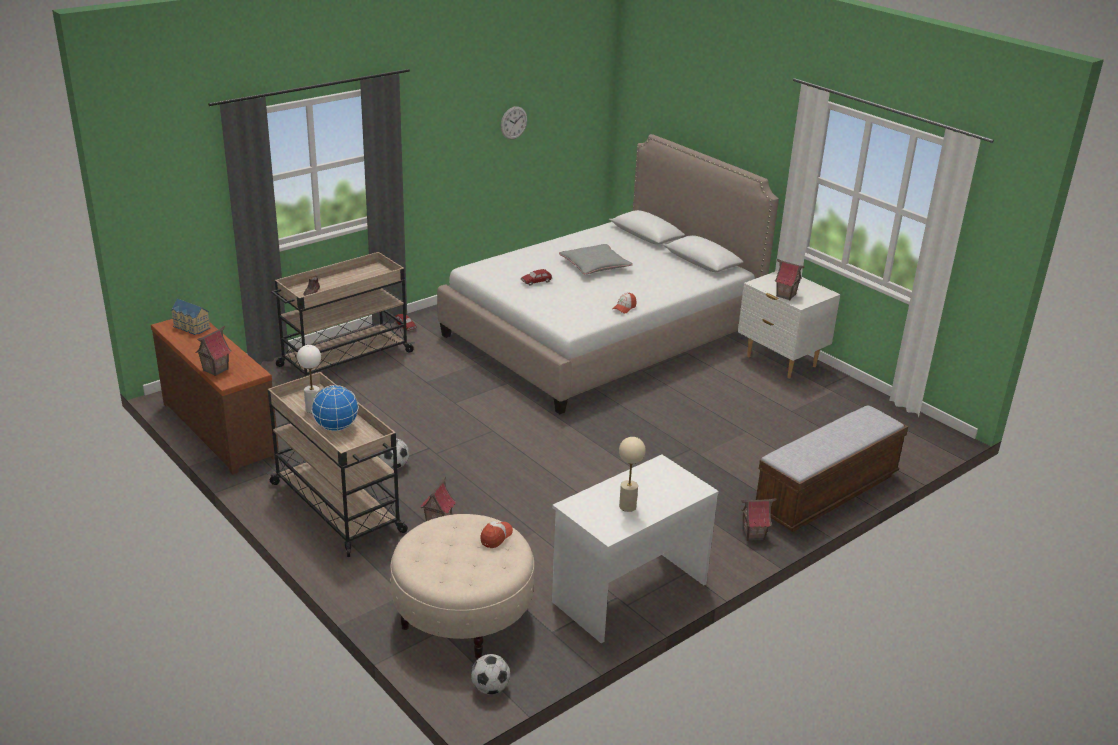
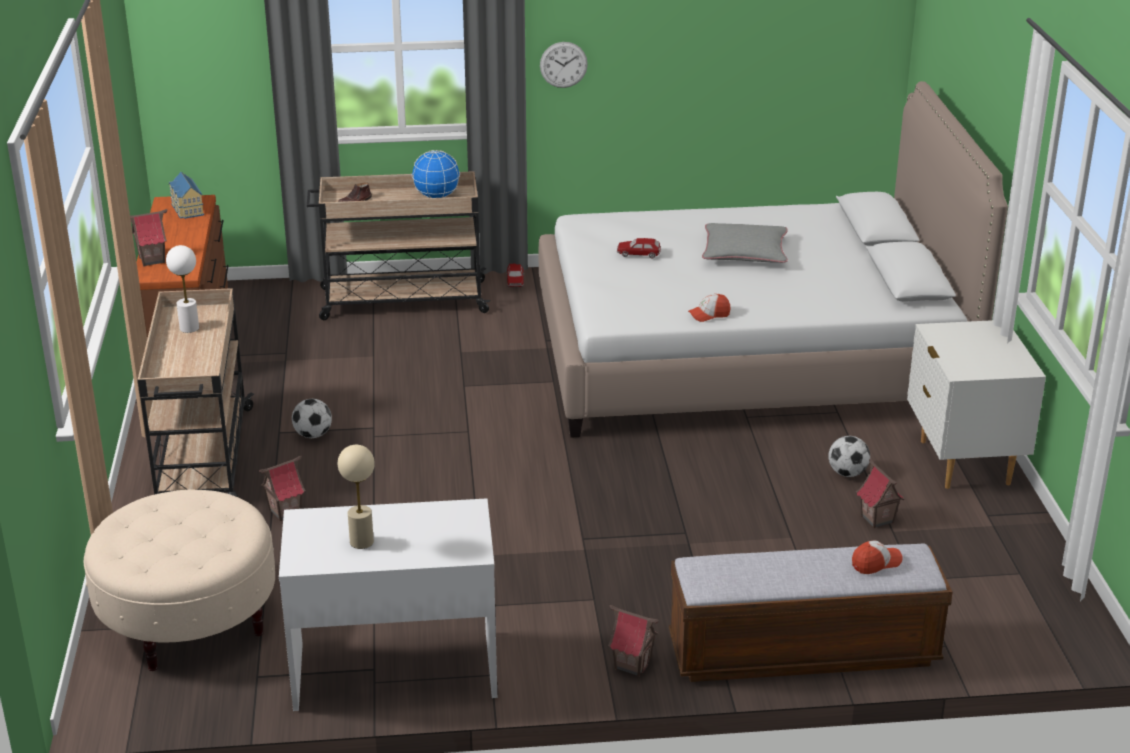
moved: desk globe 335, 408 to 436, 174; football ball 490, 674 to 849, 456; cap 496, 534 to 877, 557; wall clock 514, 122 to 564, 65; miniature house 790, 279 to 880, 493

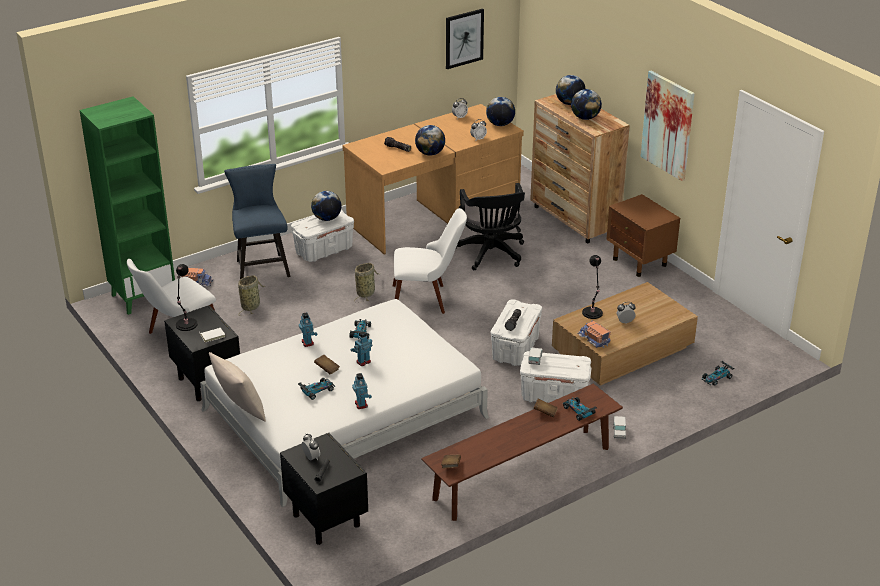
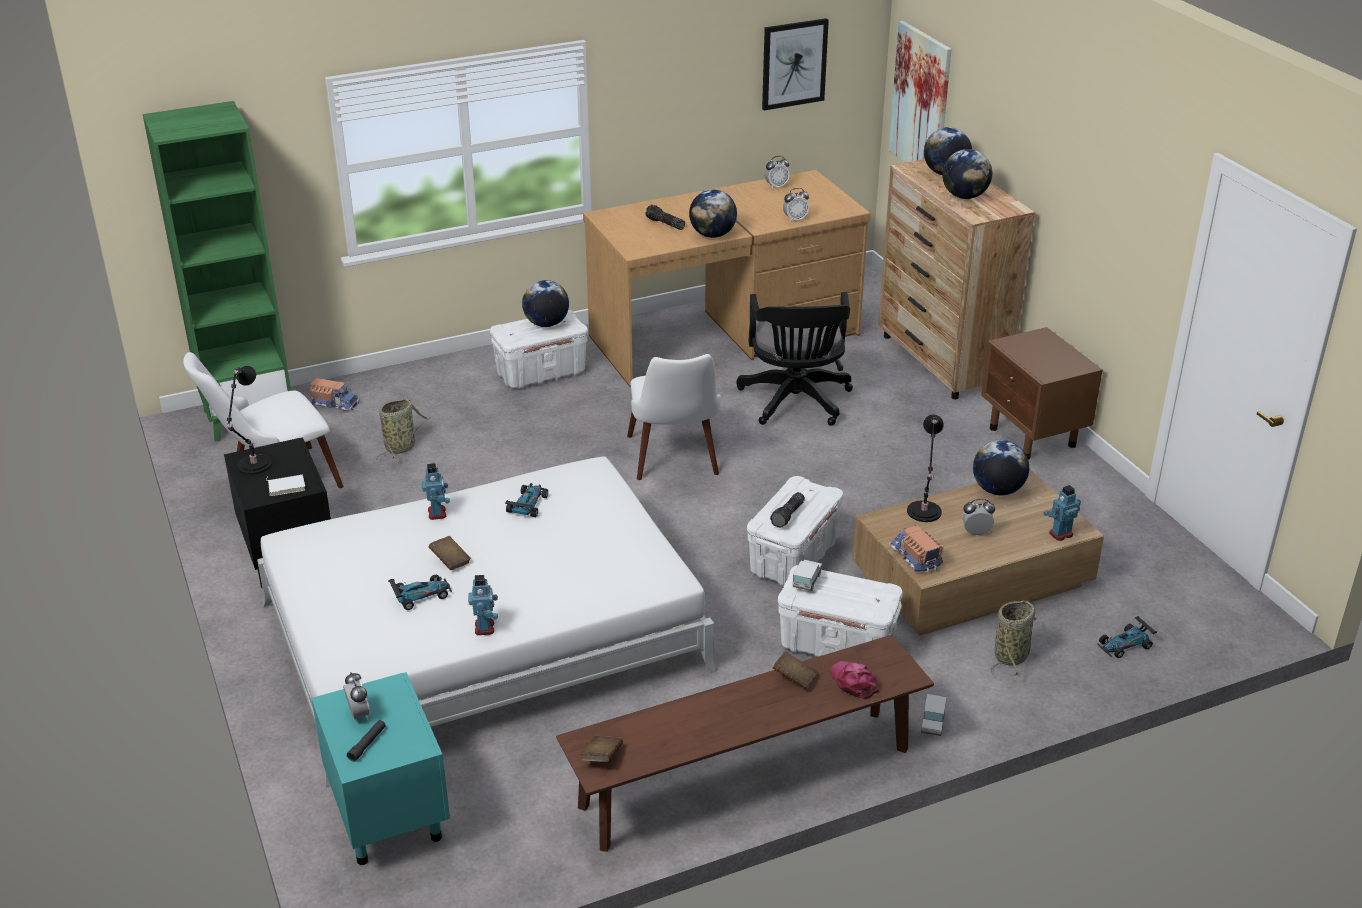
removed: cushion (beige) 237, 387; chair (blue-coloured) 257, 221
moved: model robot 362, 348 to 1062, 513; storage basket 366, 282 to 1014, 638; desk globe 500, 111 to 1001, 467; picture 668, 126 to 920, 92
replaced: model car 580, 409 to cap (pink-coloured) 855, 680
recoloured: bedside table (black) 324, 489 to bedside table (blue-green) 380, 768
turned: chair (whitish) 430, 261 = 674, 417 75 degrees clockwise

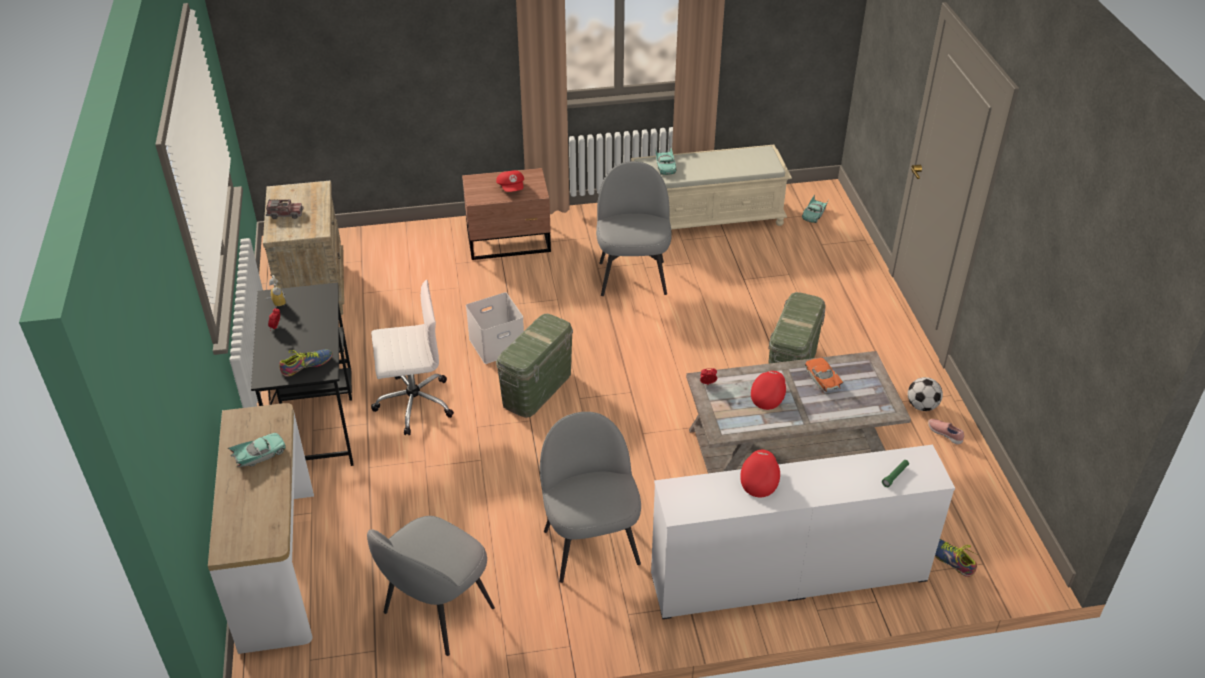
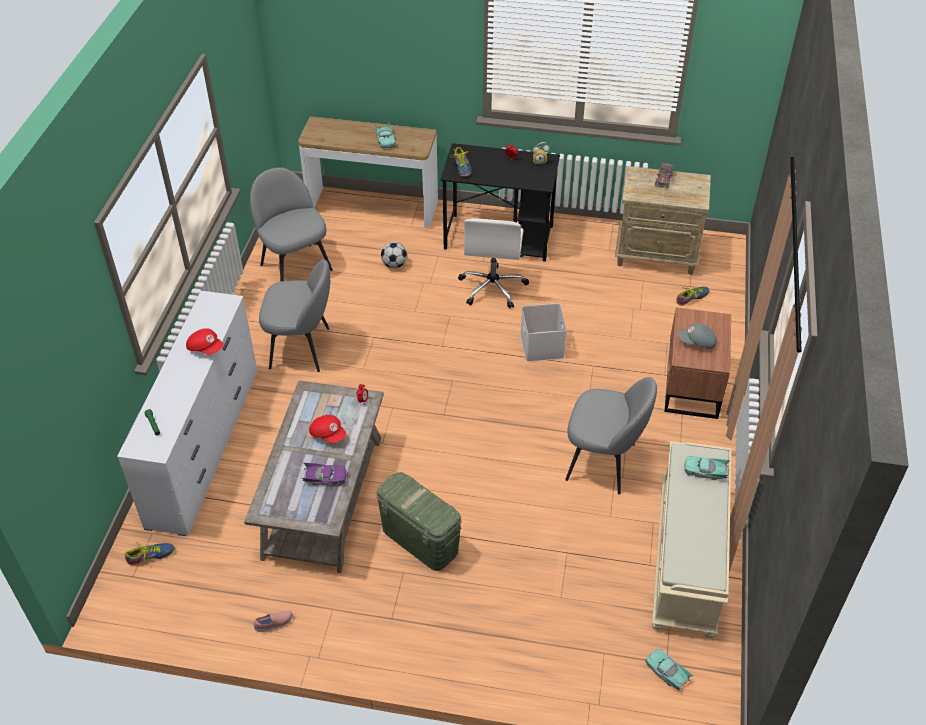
removed: storage container (green) 534, 366
added: item of footwear 693, 296
moved: football ball 925, 394 to 394, 255
recoloured: cap (red-coloured) 510, 181 to cap (grey) 697, 336; model car (orange-coloured) 824, 375 to model car (purple-coloured) 324, 474

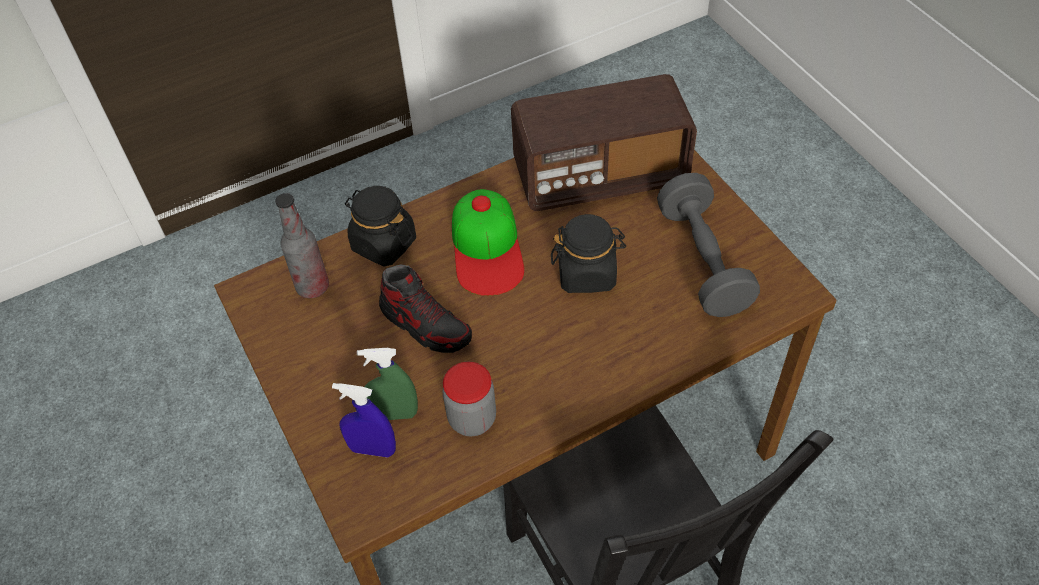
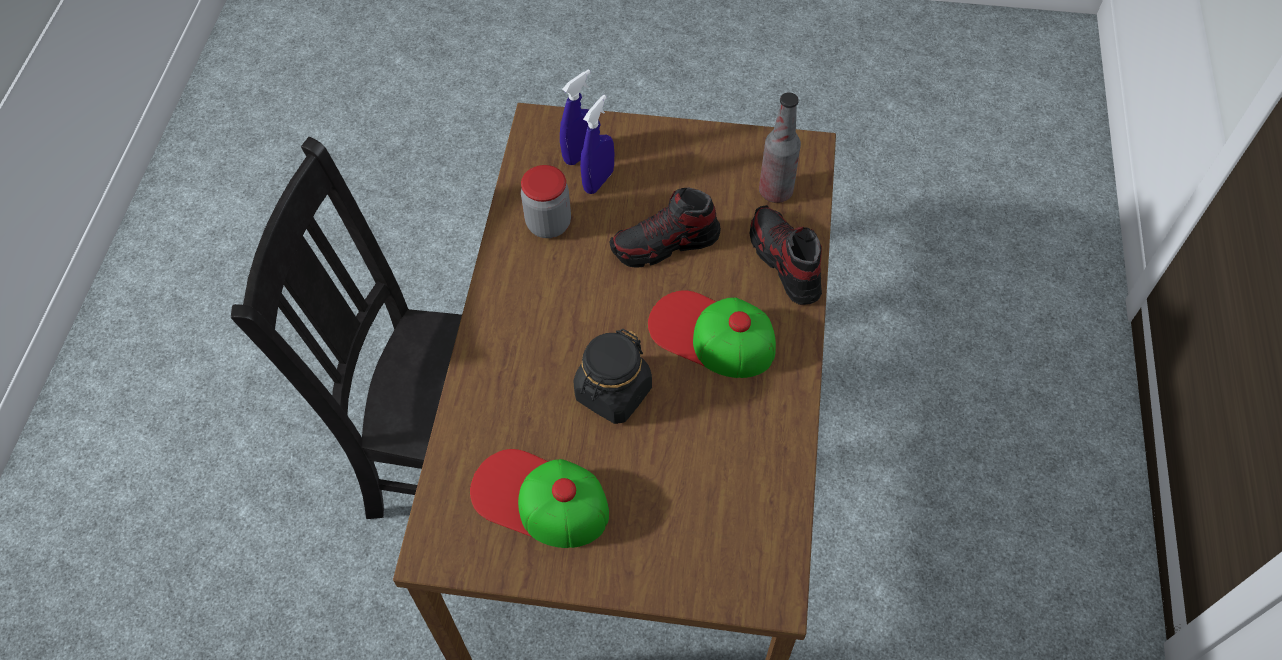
removed: radio set 604, 142
replaced: preserve jar (black) 380, 226 to item of footwear 786, 255; hand weight (grey) 708, 245 to cap 539, 498
recoloured: hand sprayer (green) 387, 384 to hand sprayer (blue-coloured) 597, 144

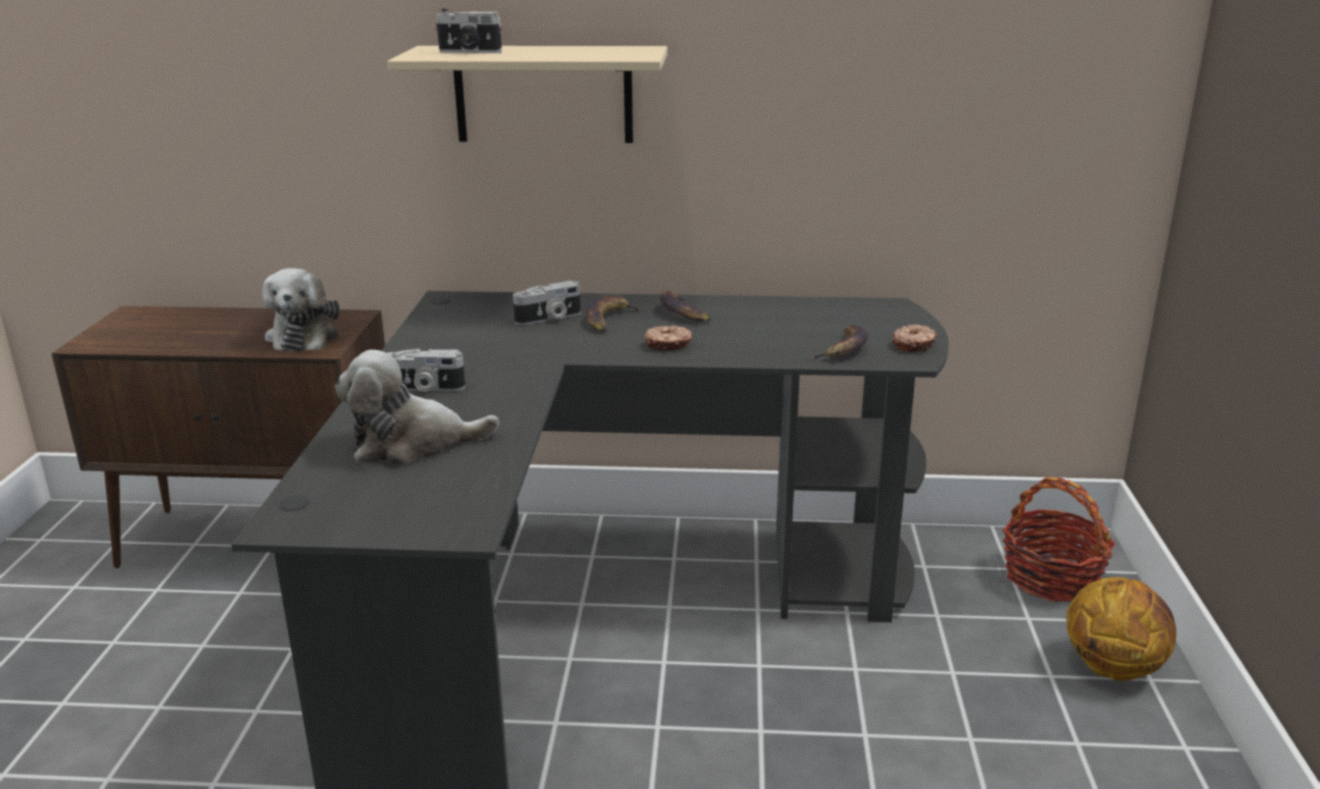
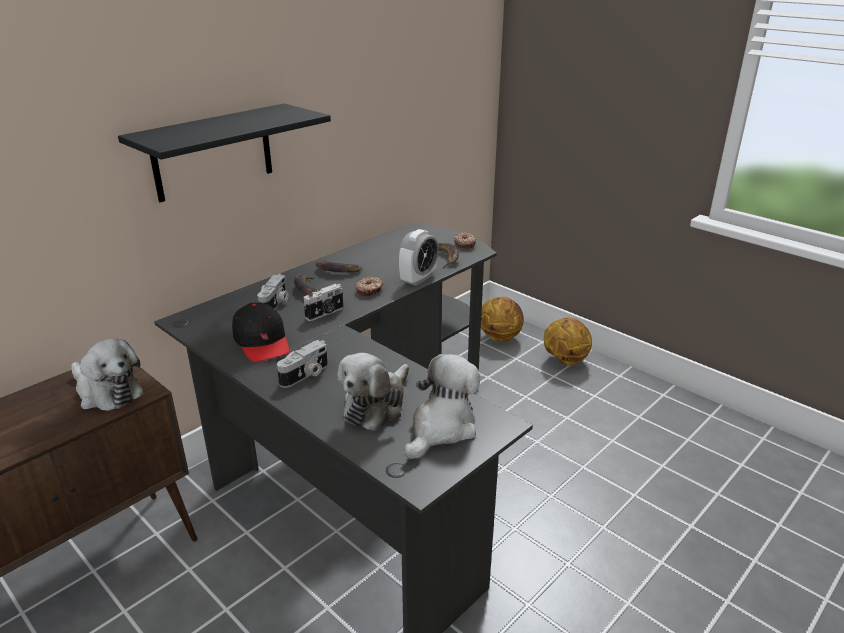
added: cap (black) 260, 332; alarm clock 418, 257; soft toy 442, 406
moved: photo camera 468, 30 to 323, 302
replaced: storage basket 1059, 539 to basketball ball 502, 319
recoloured: shelf (beige) 527, 94 to shelf (black) 224, 152

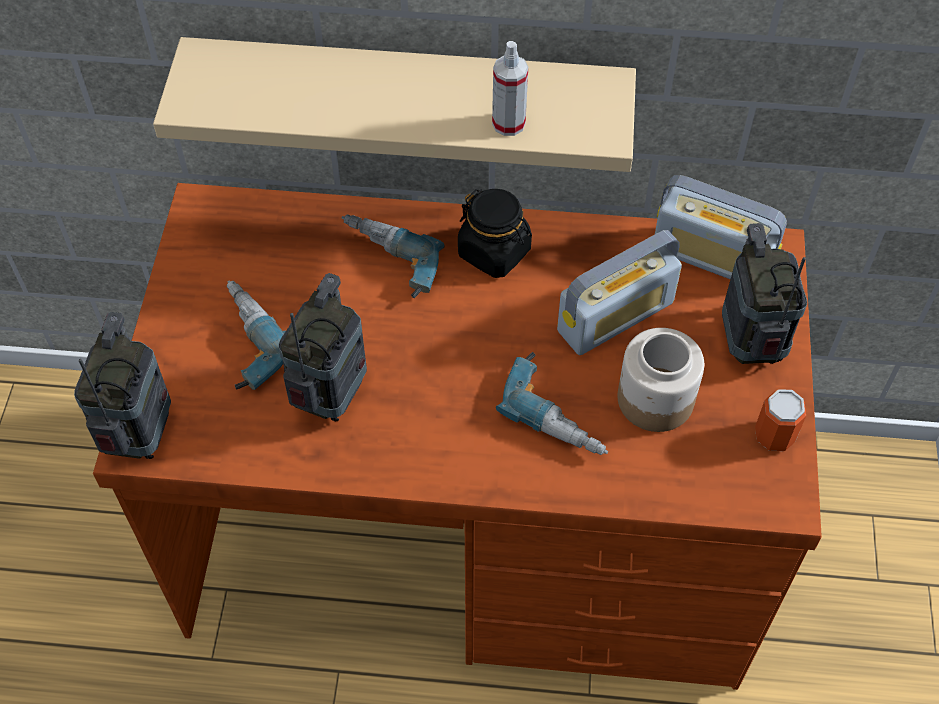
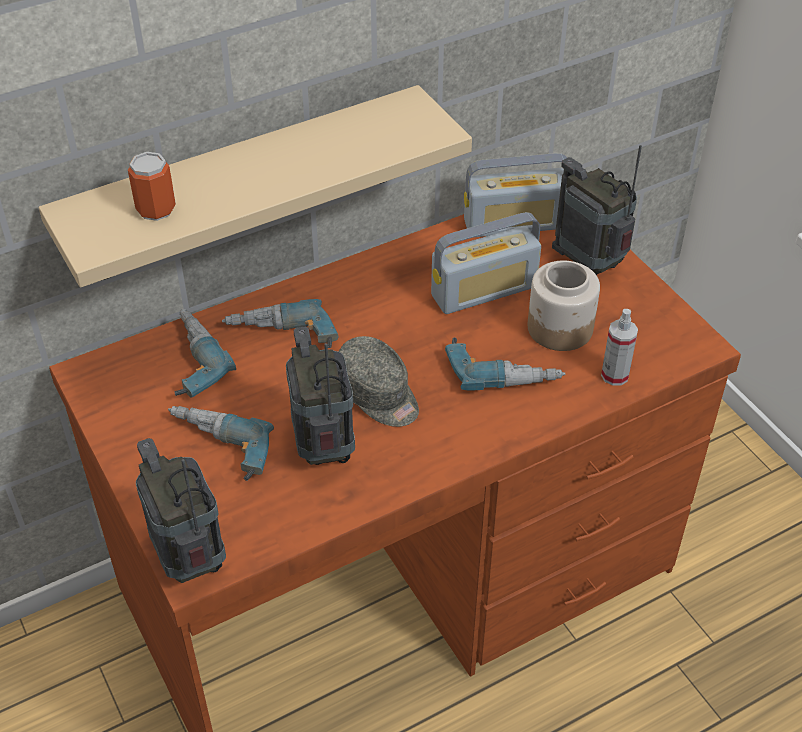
removed: preserve jar (black) 495, 233
added: electric drill 205, 353; cap (grey) 379, 381
moved: hand sprayer 510, 88 to 619, 347; can 780, 420 to 152, 186
turned: radio set 619, 292 = 486, 263 45 degrees clockwise

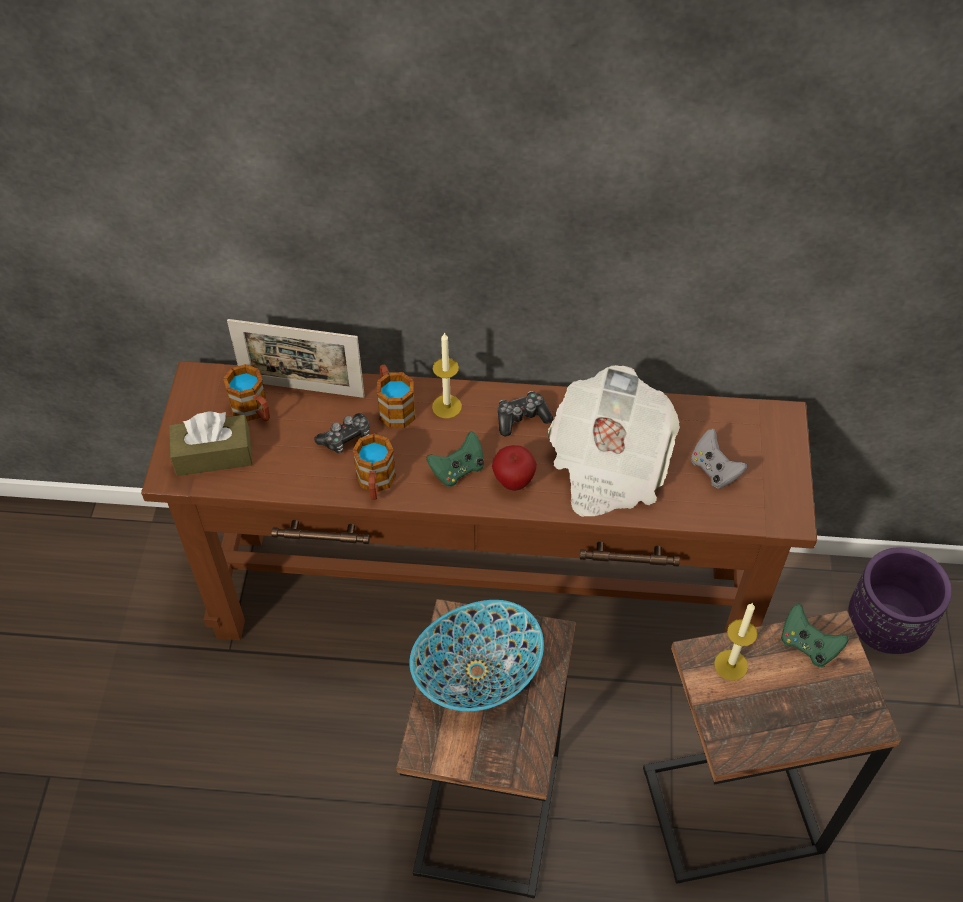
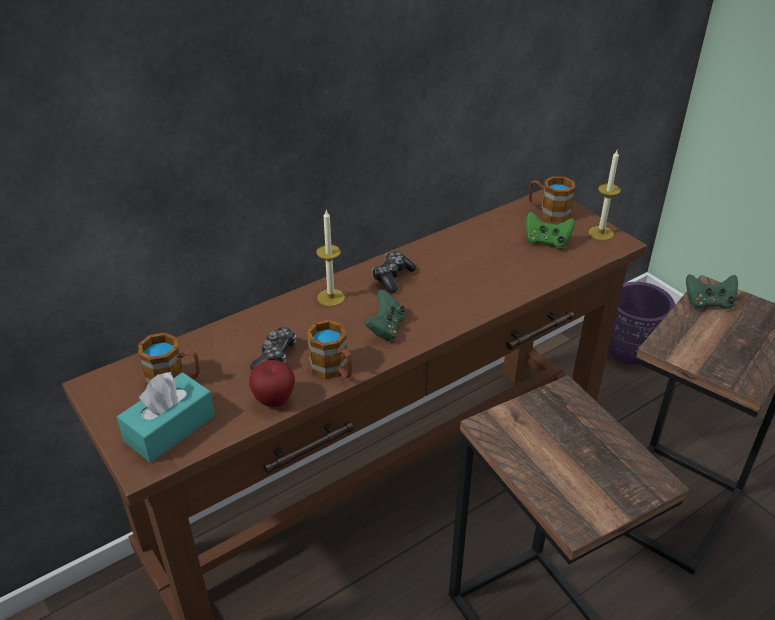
removed: photo frame 296, 358; bowl 476, 655; newspaper 614, 441
moved: mug 396, 396 to 552, 199; apple fruit 514, 468 to 272, 383; wax light 735, 642 to 604, 195
recoloured: tissue holder (brown-coloured) 211, 443 to tissue holder (blue-green) 166, 416; gamepad (grey) 719, 459 to gamepad (green) 550, 230

